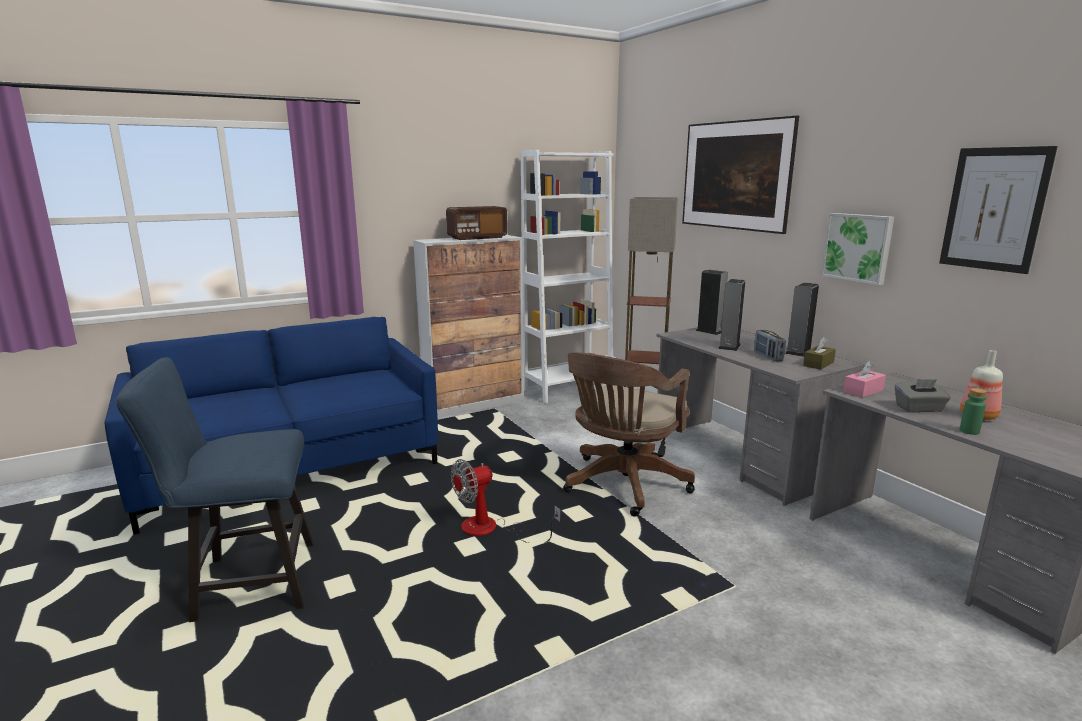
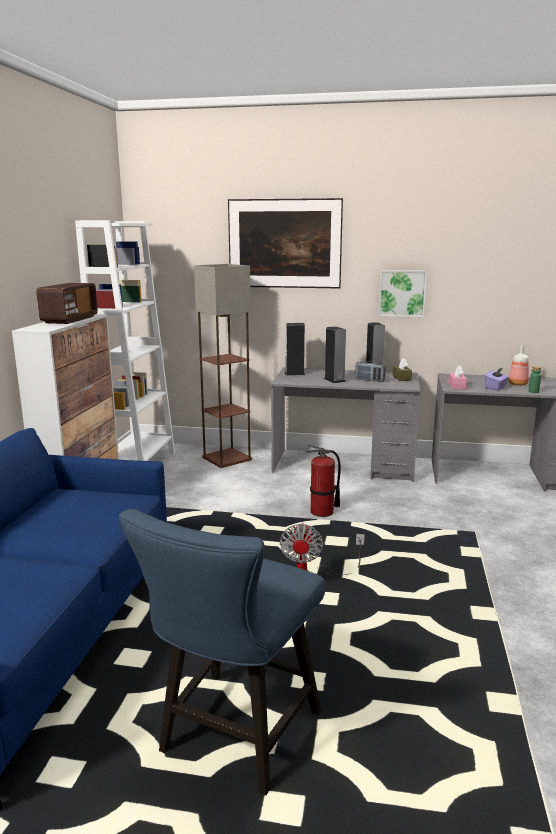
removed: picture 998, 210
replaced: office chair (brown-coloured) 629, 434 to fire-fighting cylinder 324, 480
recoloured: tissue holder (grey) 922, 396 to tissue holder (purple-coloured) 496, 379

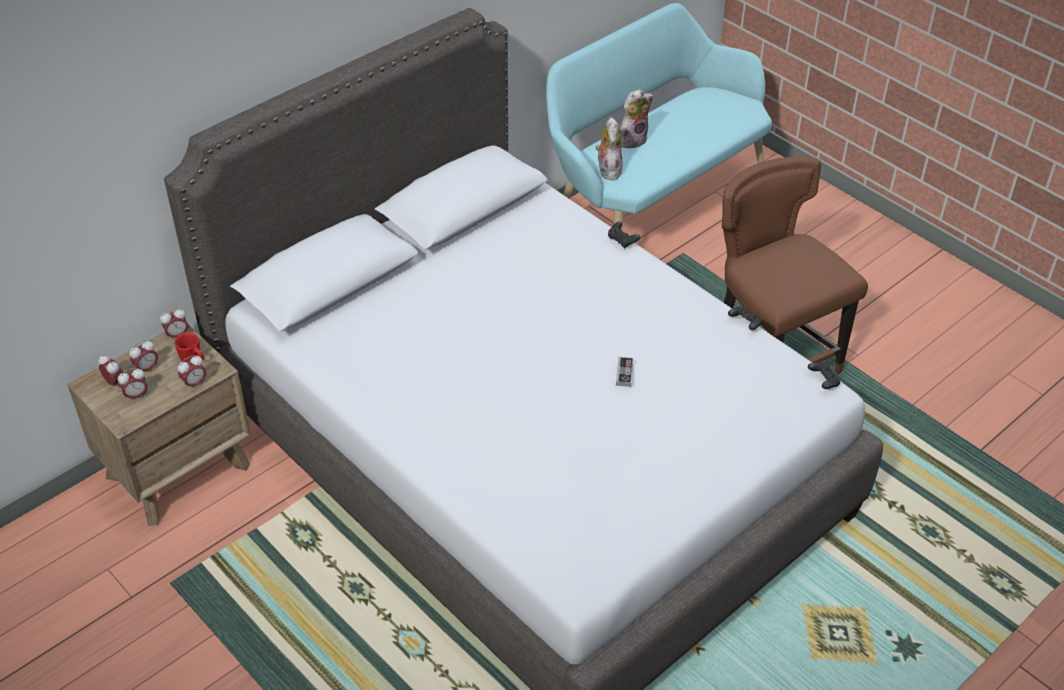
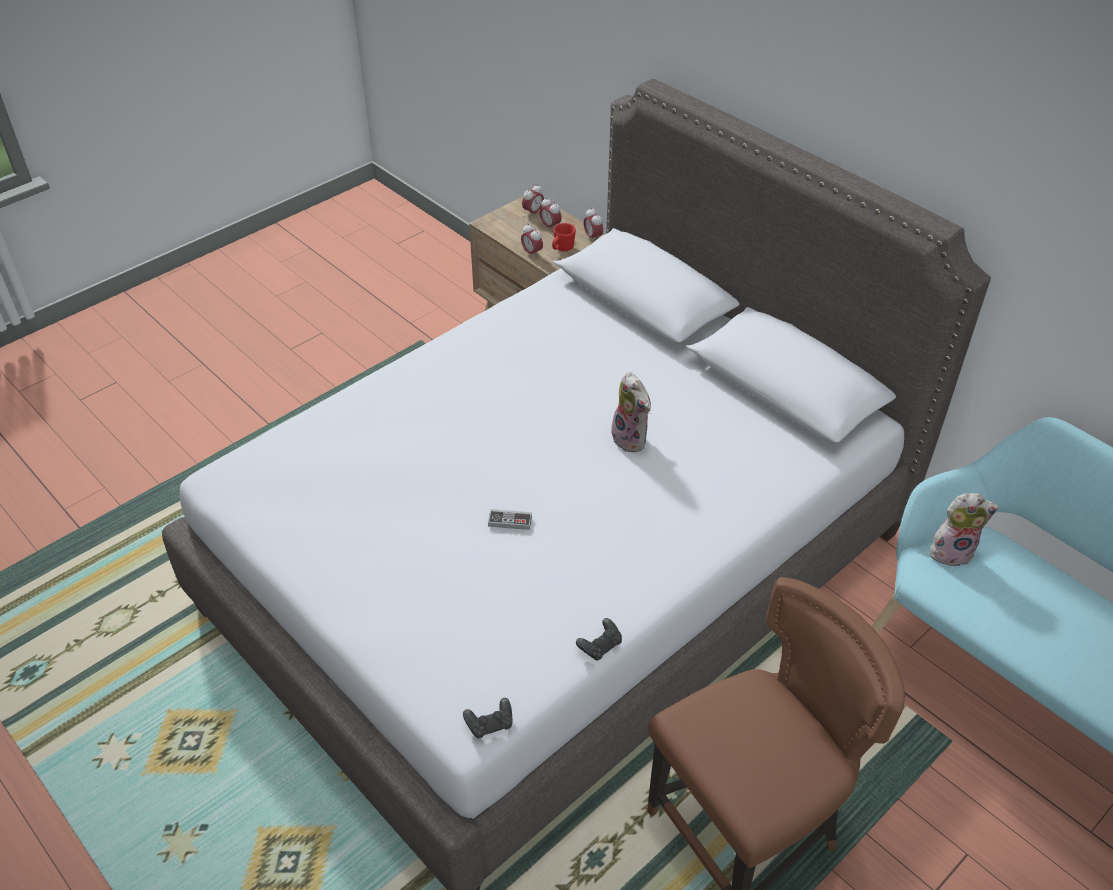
removed: alarm clock 132, 385; gamepad (black) 624, 234
moved: soft toy 636, 118 to 630, 412

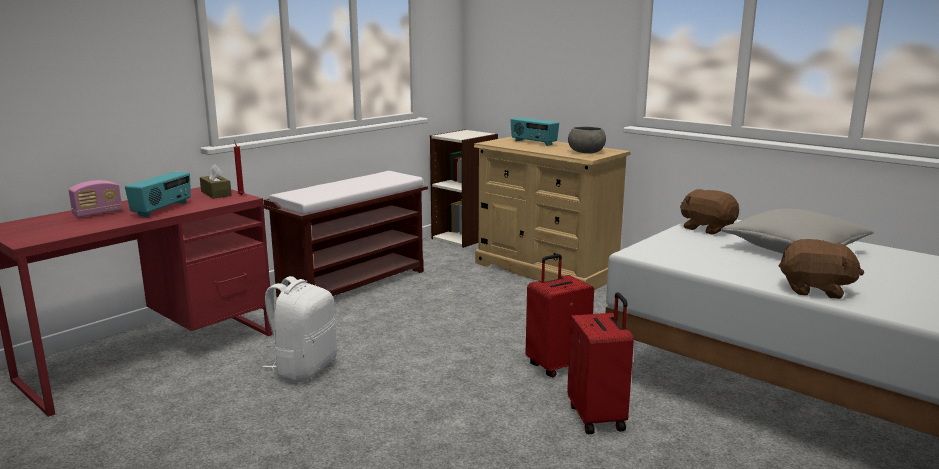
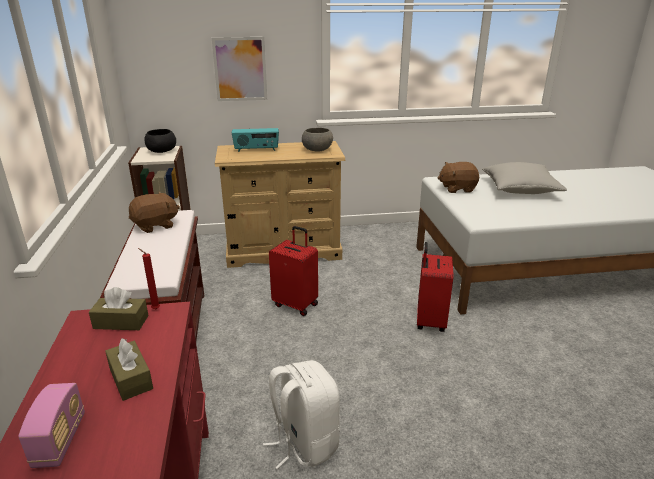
added: bowl (black) 160, 141; picture 239, 69
moved: suitcase (red-coloured) 600, 363 to 293, 271; soft toy (brown-coloured) 821, 269 to 154, 212
replaced: radio set 158, 194 to tissue holder (brown-coloured) 129, 369

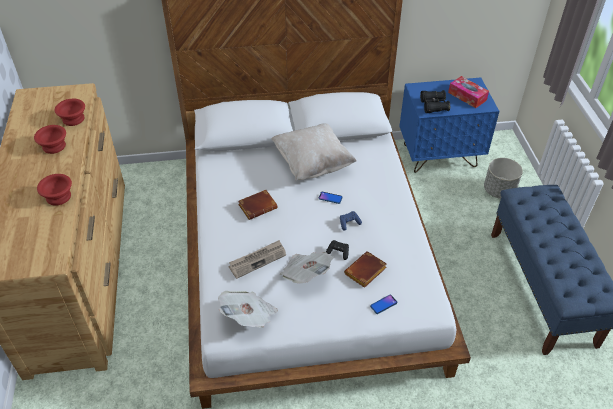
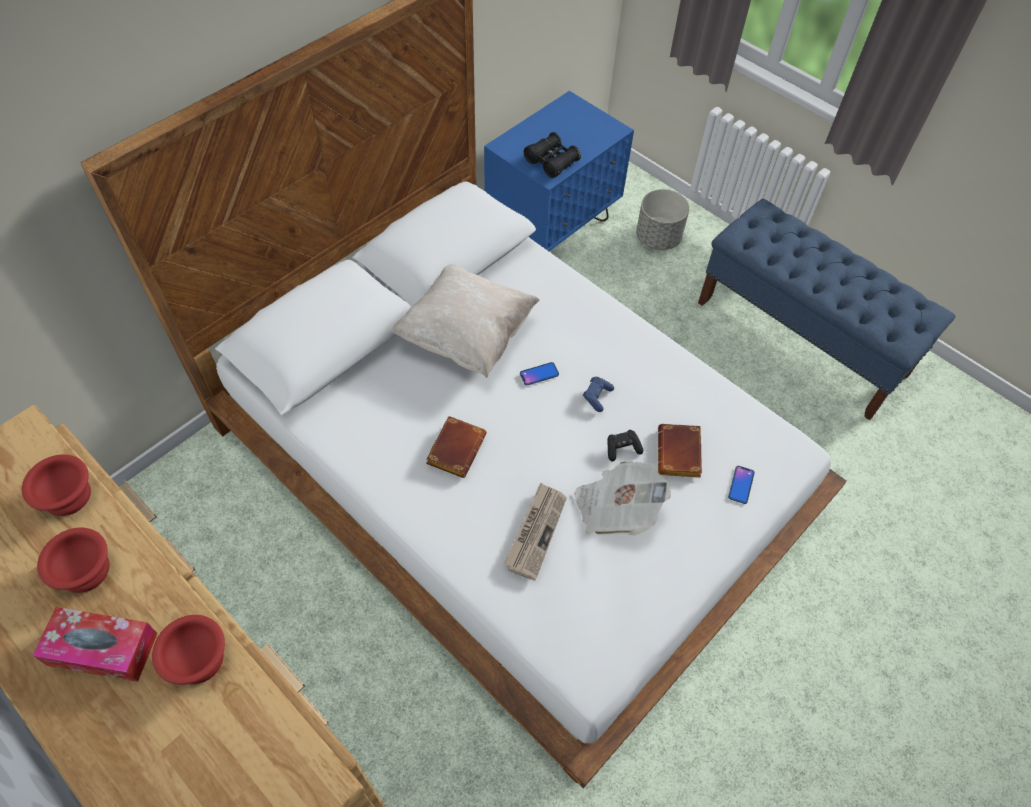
removed: newspaper 248, 309
moved: tissue holder 468, 92 to 95, 644

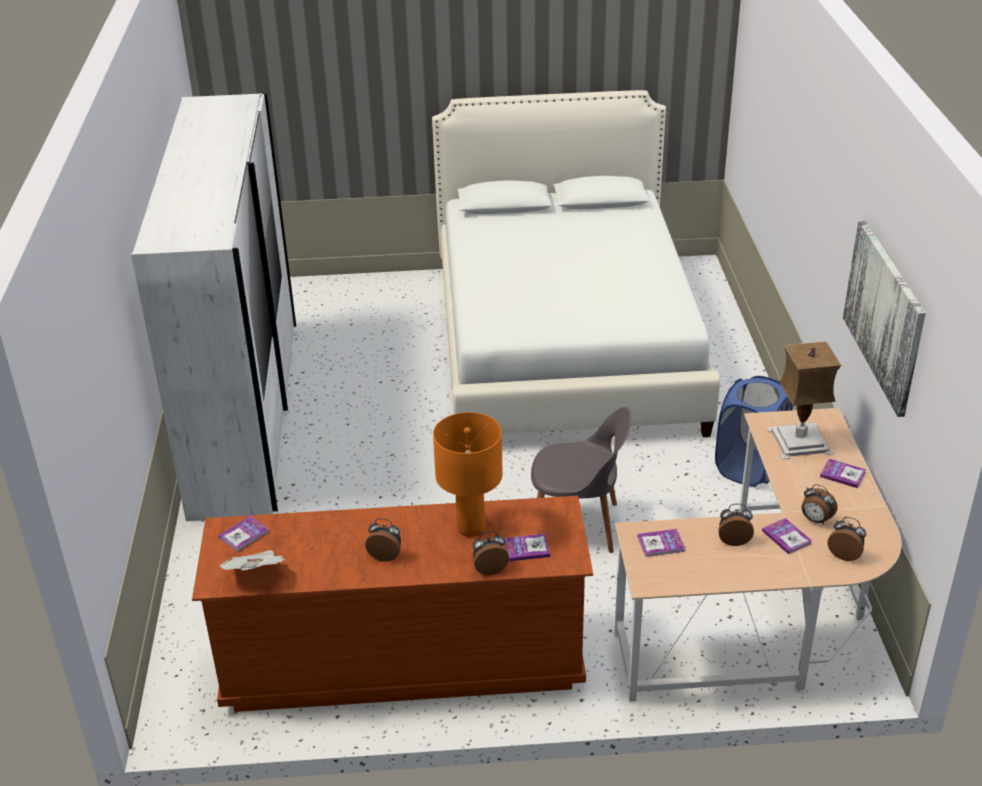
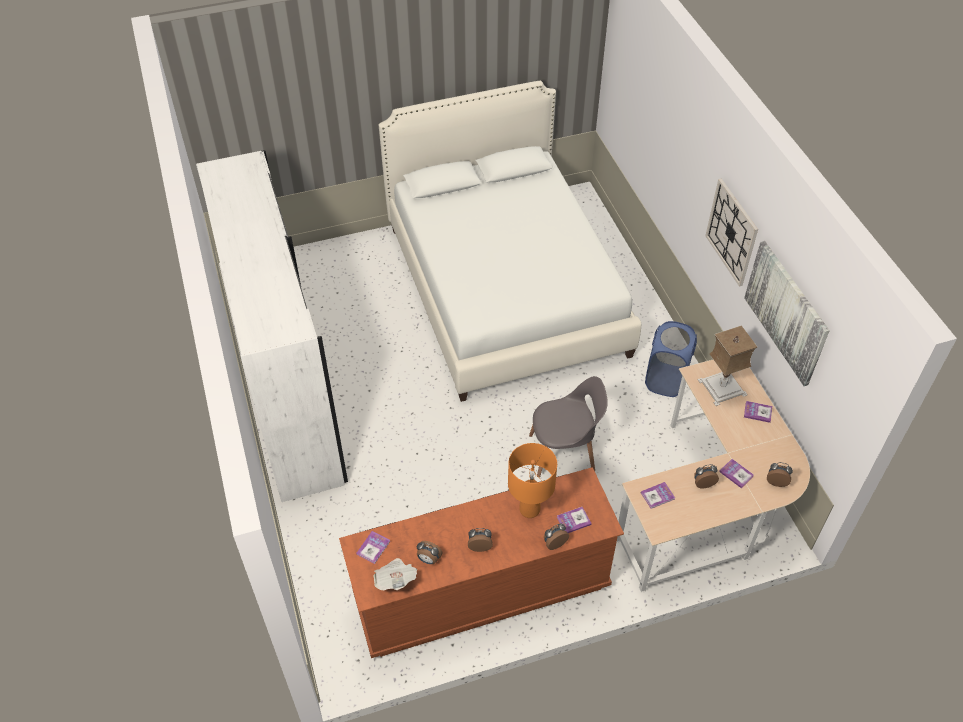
added: wall clock 731, 232
moved: alarm clock 820, 504 to 430, 552

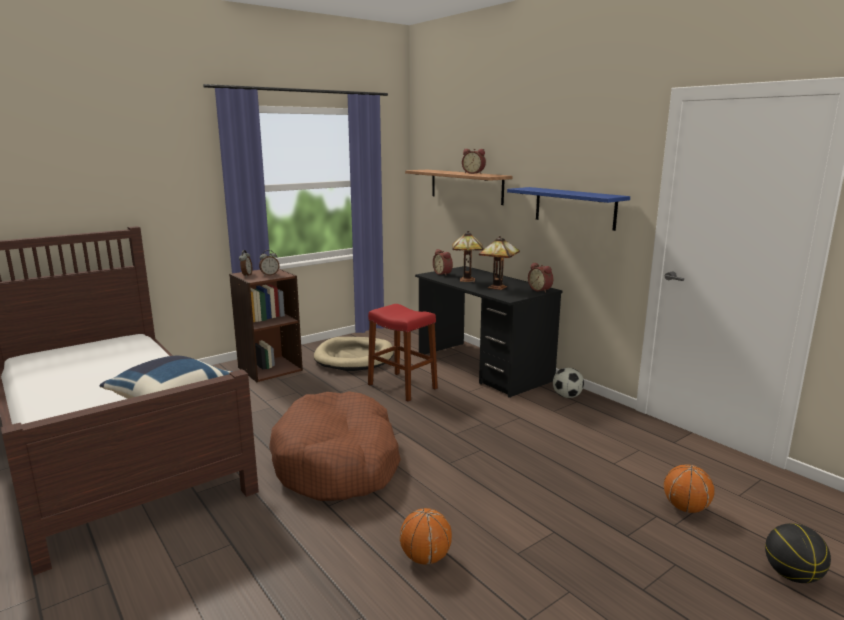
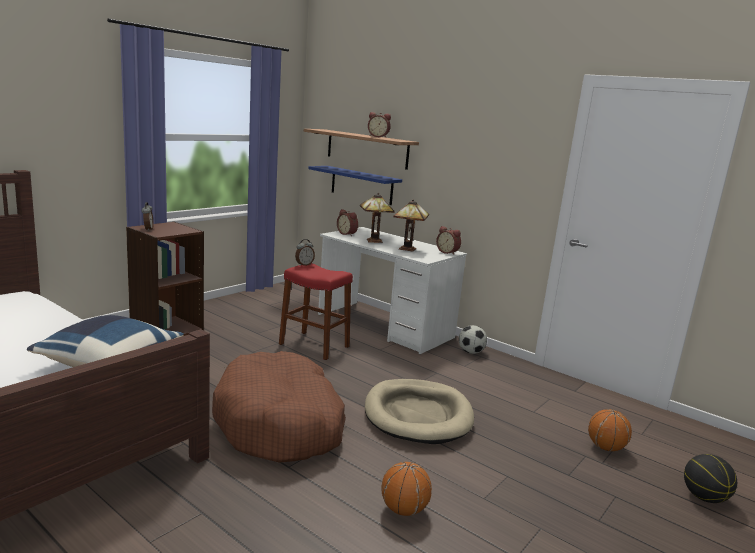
moved: alarm clock 269, 263 to 305, 252; dog cushion (beige) 354, 354 to 419, 411; shelf (blue-coloured) 568, 209 to 355, 185
recoloured: desk unit (black) 488, 332 to desk unit (whitish) 392, 291

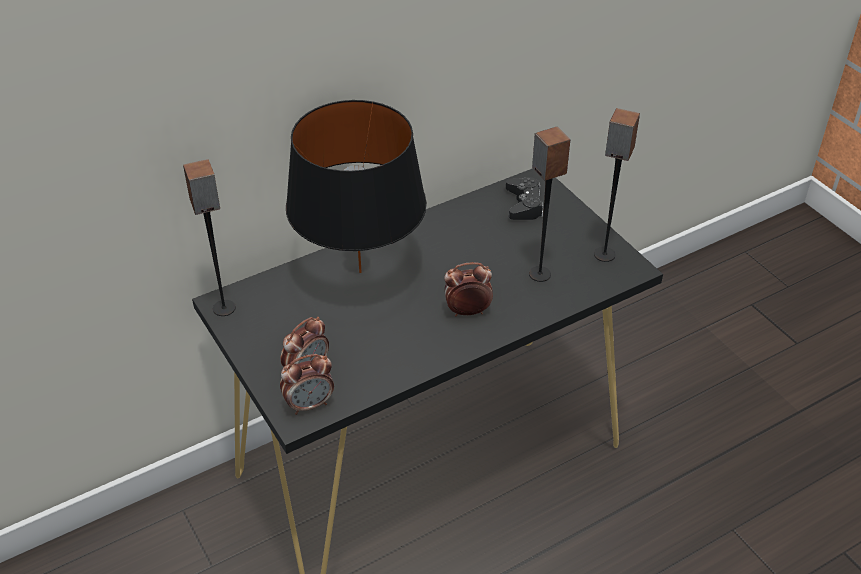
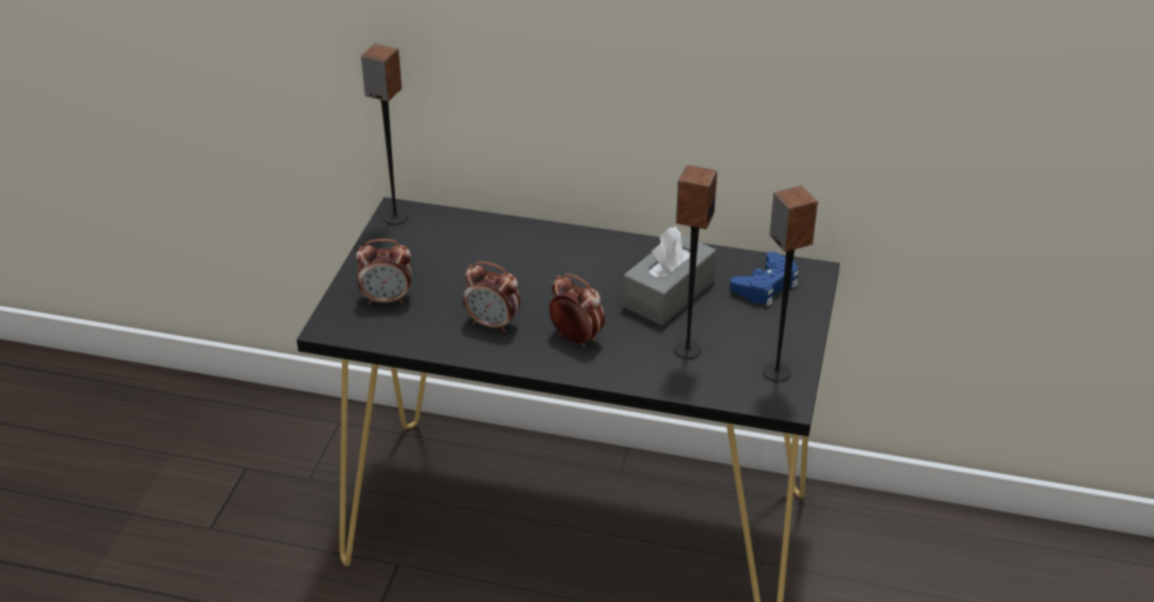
removed: table lamp (black) 356, 186
added: tissue holder (grey) 669, 276
moved: alarm clock 307, 384 to 491, 296
recoloured: gamepad (black) 524, 198 to gamepad (blue-coloured) 764, 279

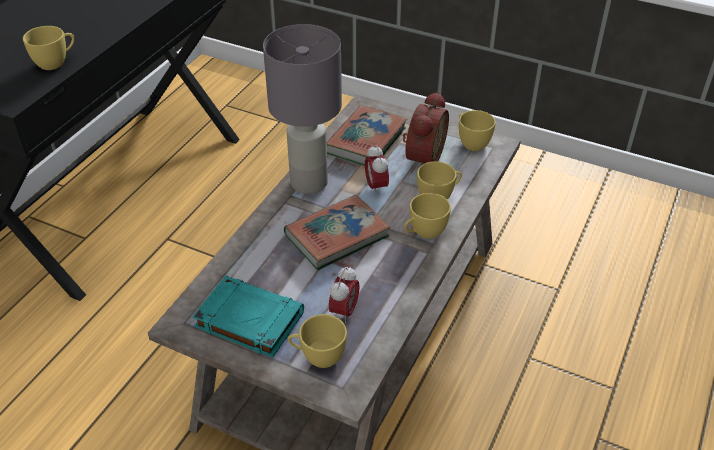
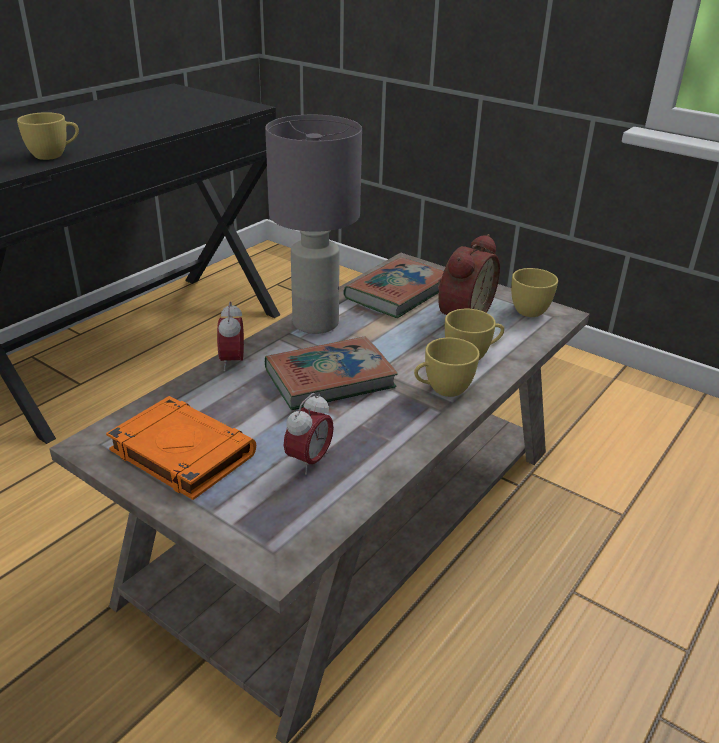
removed: cup (yellowish) 317, 341
moved: alarm clock 377, 170 to 230, 336
recoloured: volume (blue-green) 248, 317 to volume (orange-coloured) 181, 448

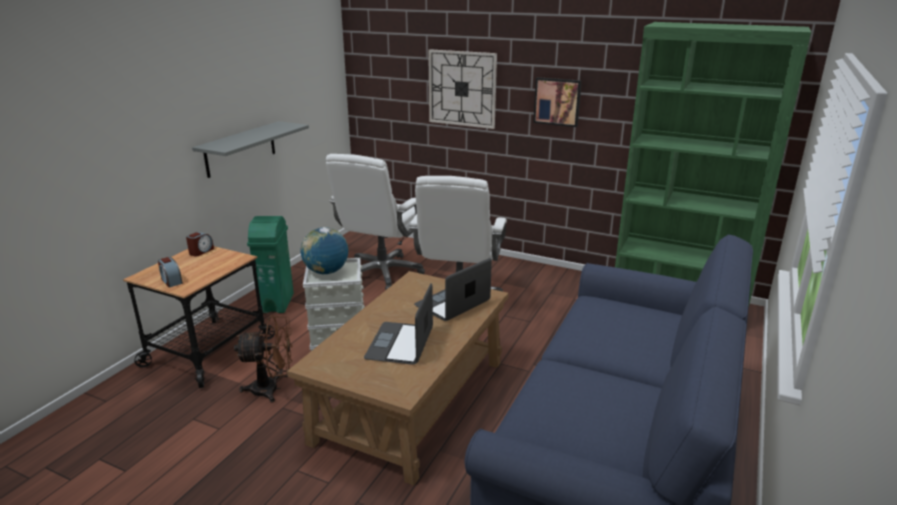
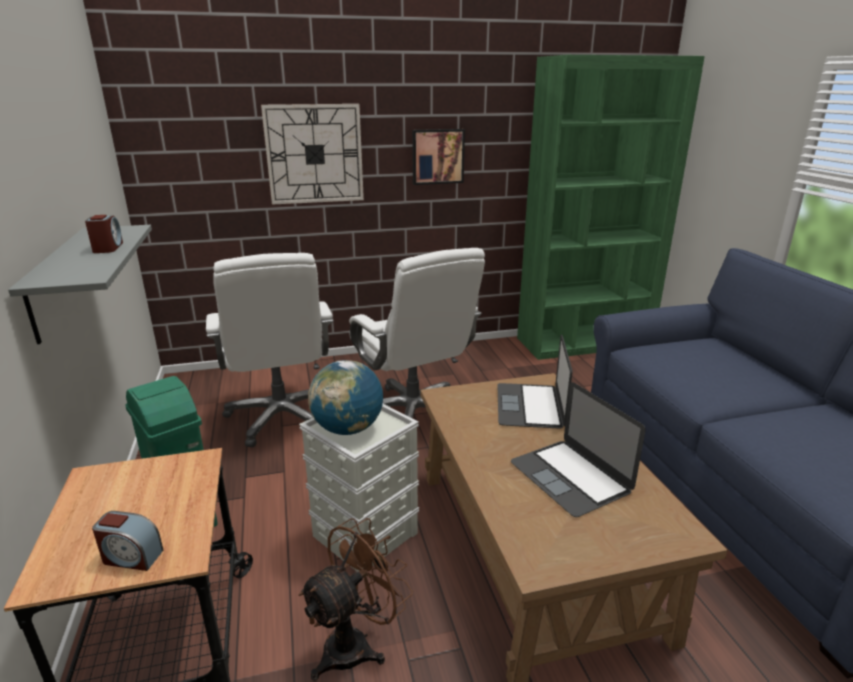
moved: alarm clock 200, 244 to 104, 234

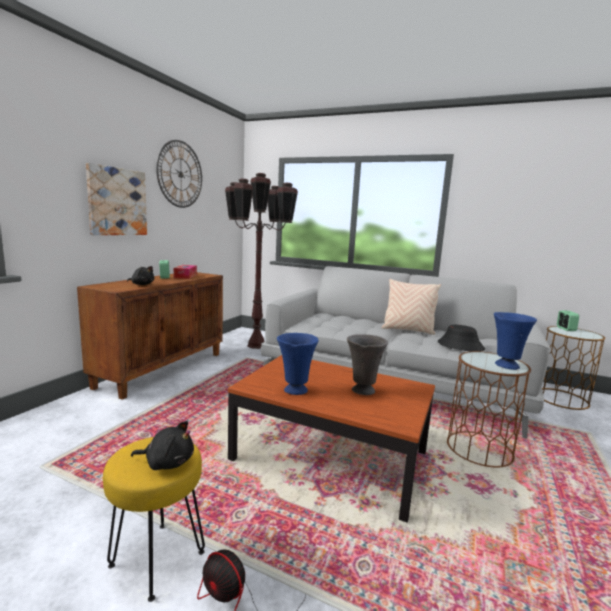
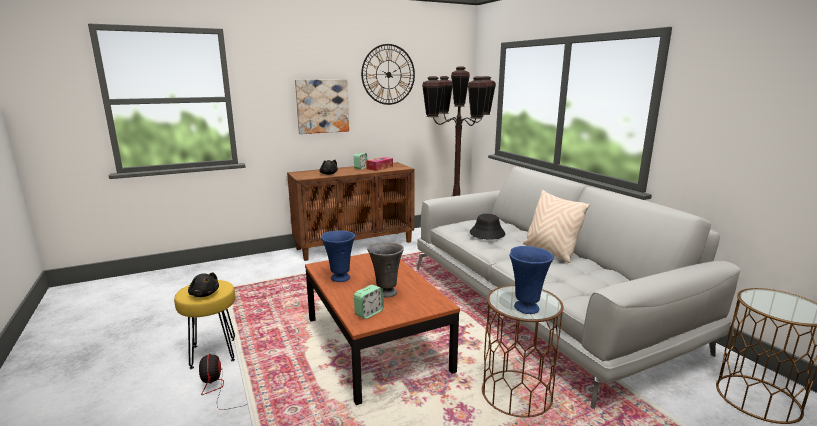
moved: wearable hat (black) 461, 338 to 487, 227; alarm clock 568, 321 to 369, 302

